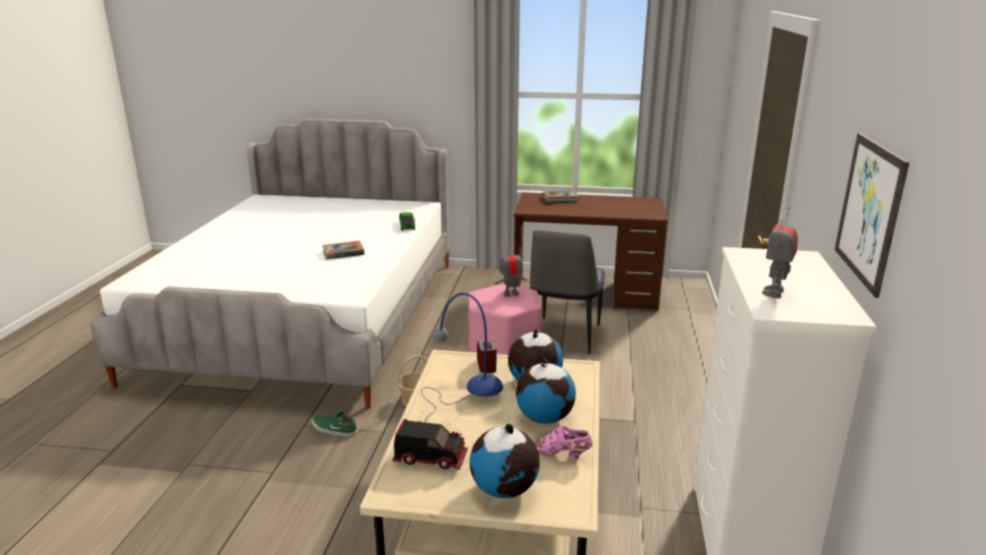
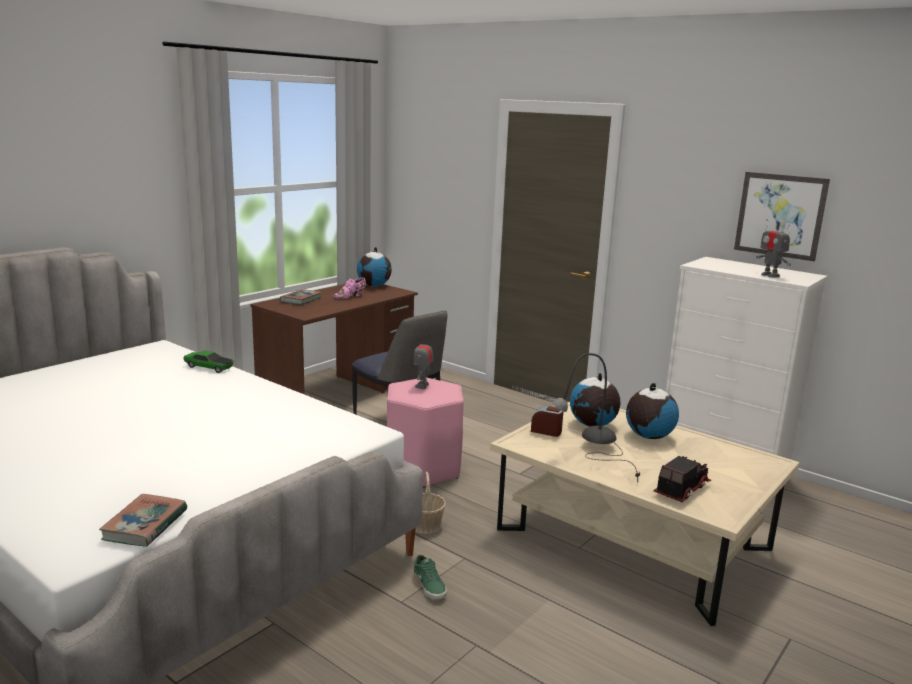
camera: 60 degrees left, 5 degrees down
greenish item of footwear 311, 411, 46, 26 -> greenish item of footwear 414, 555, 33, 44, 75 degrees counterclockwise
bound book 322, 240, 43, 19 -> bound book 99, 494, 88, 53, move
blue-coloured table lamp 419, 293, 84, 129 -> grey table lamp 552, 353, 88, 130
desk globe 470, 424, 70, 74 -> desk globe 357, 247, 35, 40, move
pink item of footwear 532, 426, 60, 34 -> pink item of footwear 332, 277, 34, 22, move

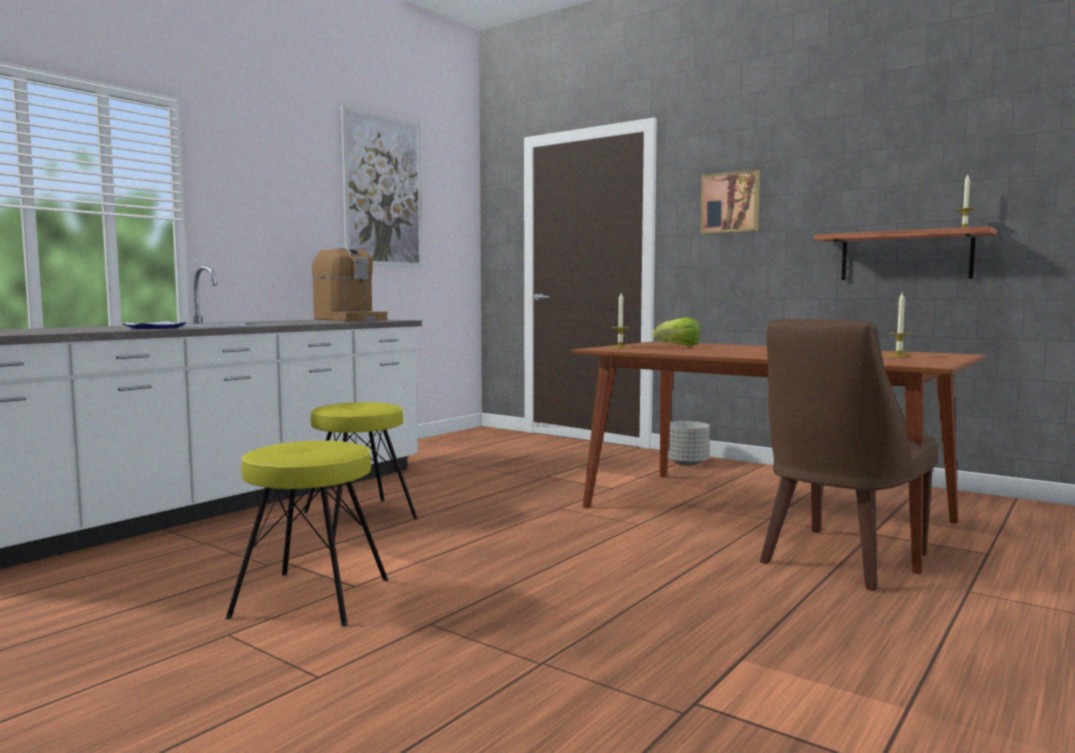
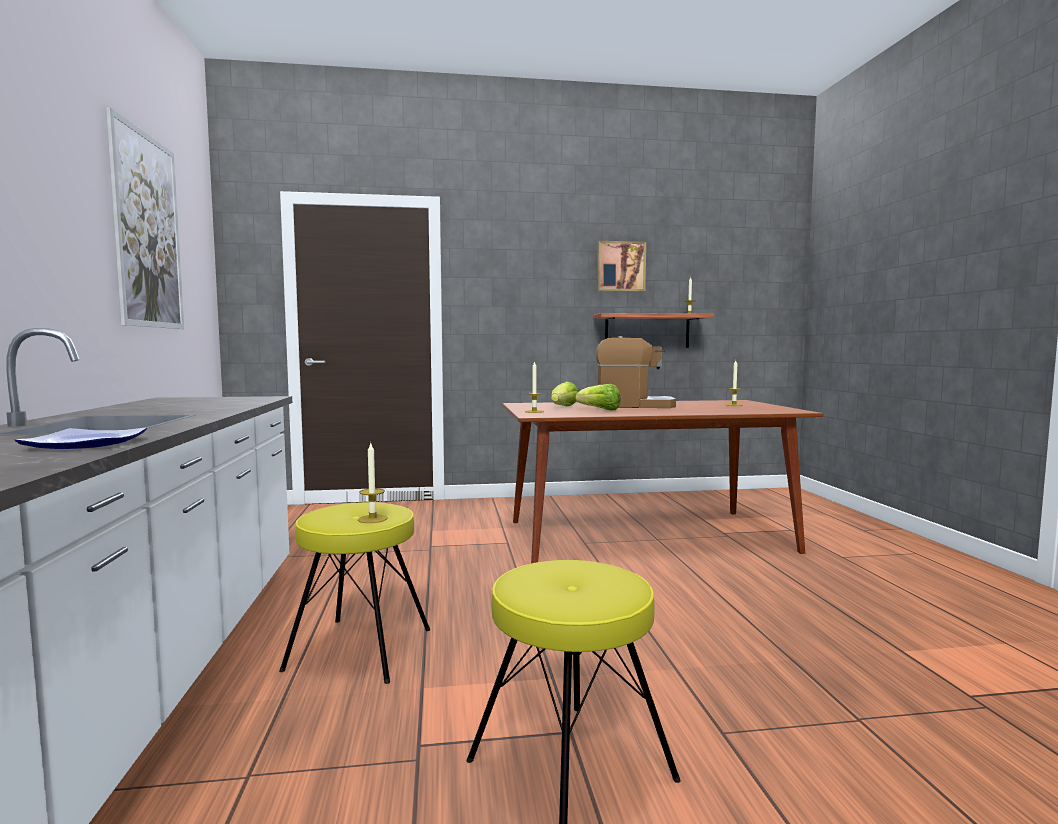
camera: 45 degrees left, 0 degrees up
coffee maker 312, 248, 75, 73 -> coffee maker 596, 336, 80, 72, move
grey plant pot 668, 421, 42, 45 -> none
wall art 700, 169, 60, 65 -> wall art 597, 241, 49, 51, move
brownish chair 760, 319, 177, 272 -> none
none -> wax light 358, 443, 30, 80
none -> lettuce 576, 384, 44, 27

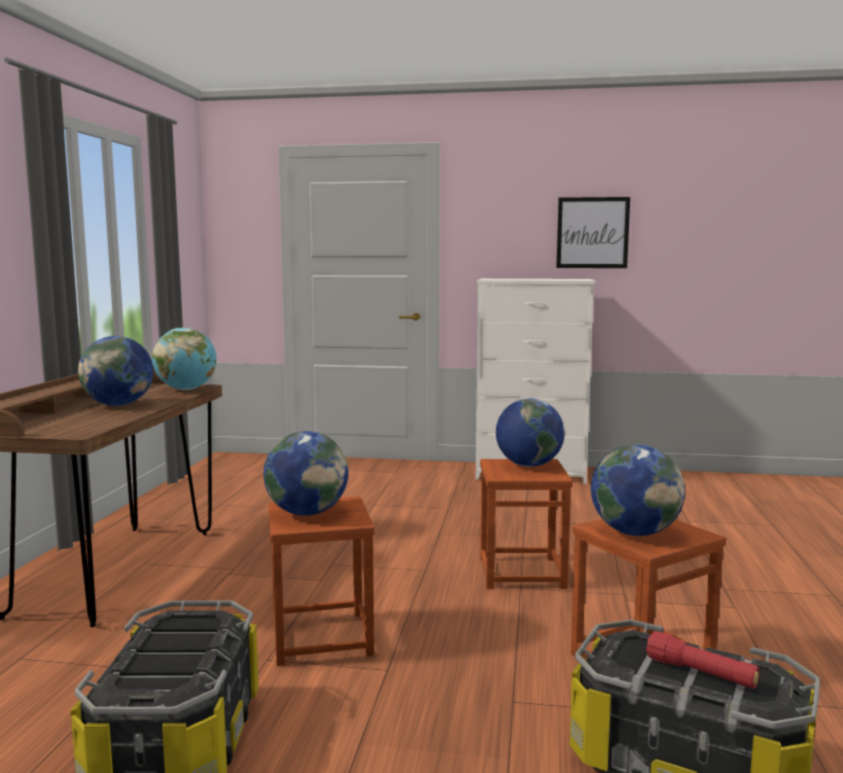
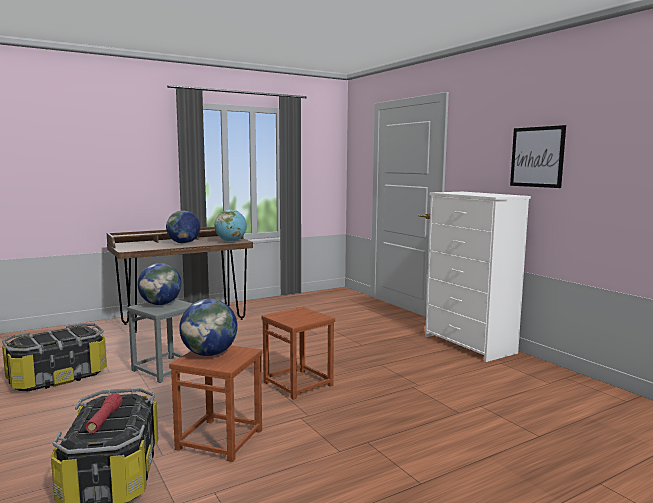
camera: 50 degrees right, 0 degrees up
brownish stool 268, 496, 107, 170 -> grey stool 127, 299, 66, 84
desk globe 496, 398, 69, 69 -> none

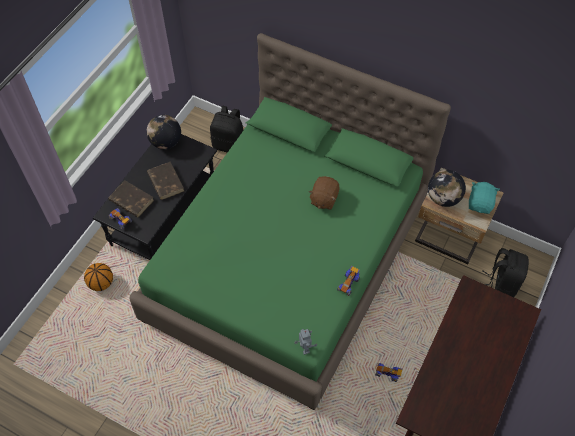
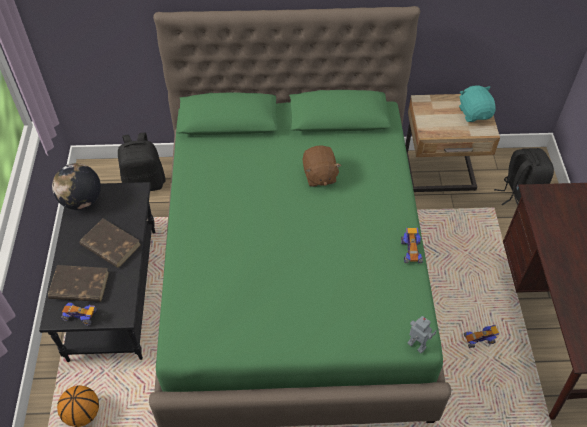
camera: 30 degrees left, 5 degrees down
desk globe 428, 170, 38, 37 -> none

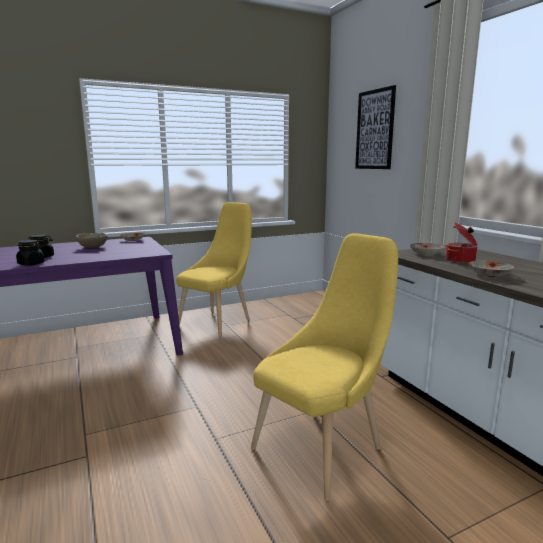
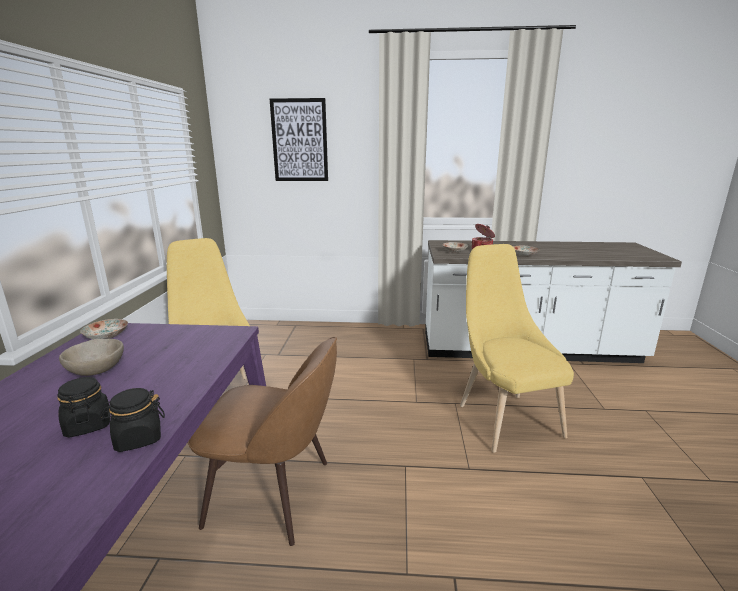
camera: 60 degrees left, 5 degrees up
none -> brownish chair 187, 337, 150, 209

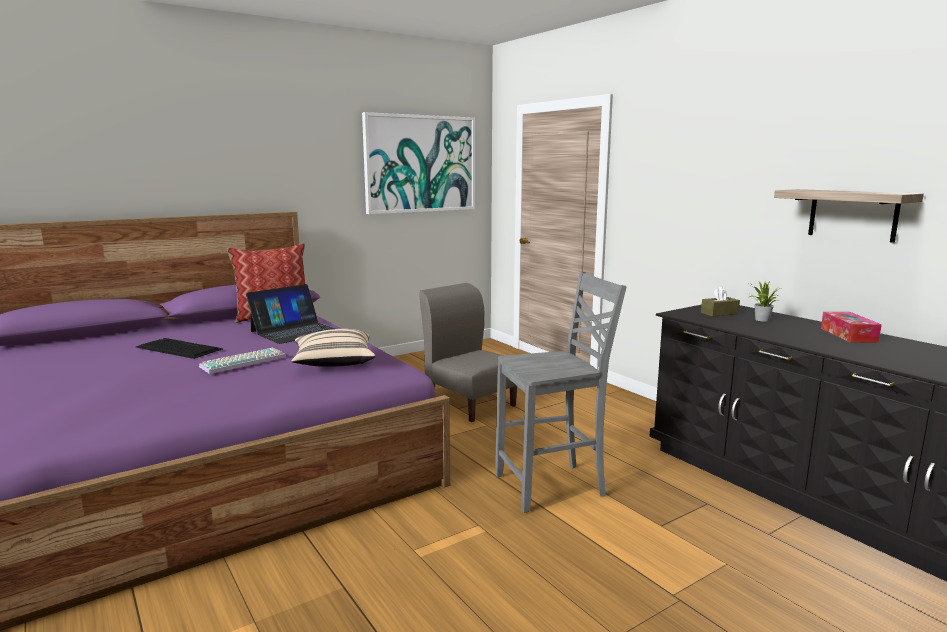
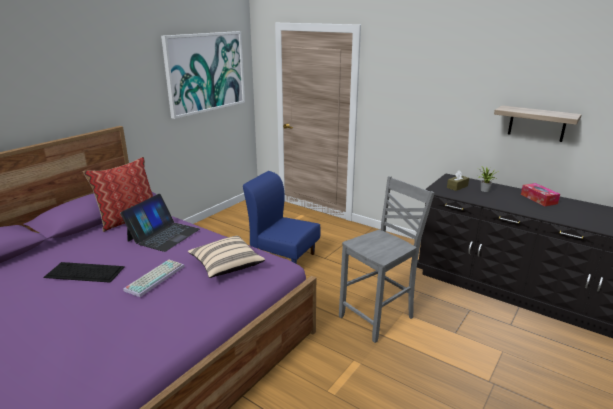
camera: 20 degrees left, 10 degrees up
grey chair 420, 283, 97, 139 -> blue-coloured chair 243, 171, 78, 93

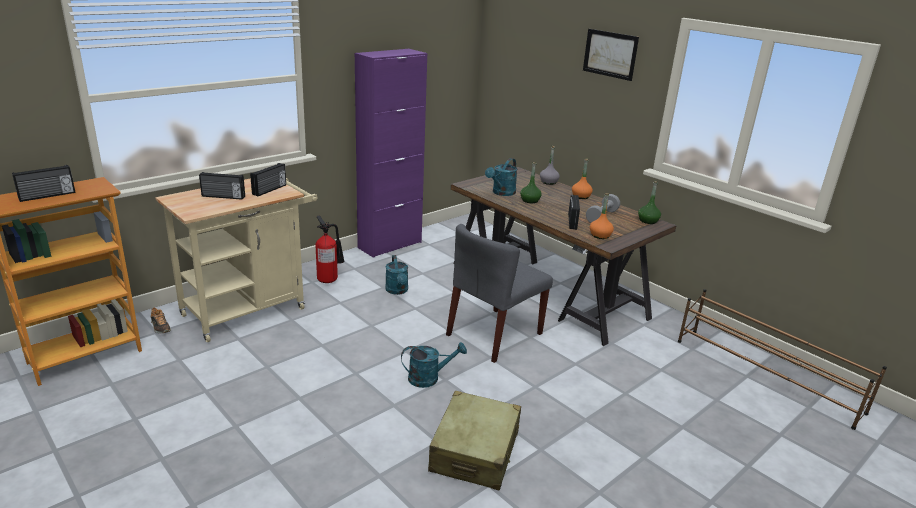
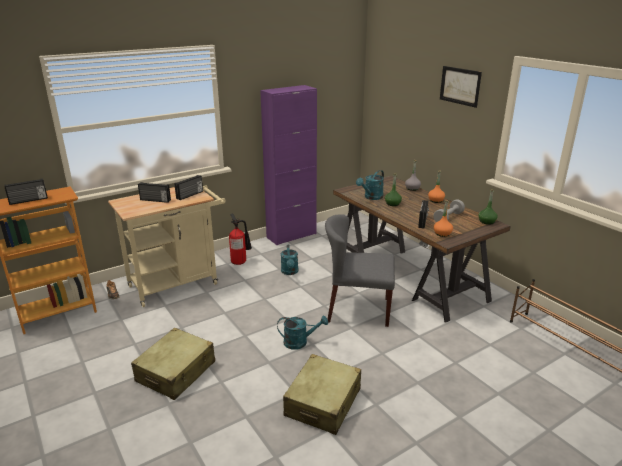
camera: 10 degrees right, 0 degrees up
grey chair 446, 224, 107, 139 -> grey chair 325, 214, 70, 113, 45 degrees clockwise
none -> sand-coloured piece of luggage 131, 328, 84, 72

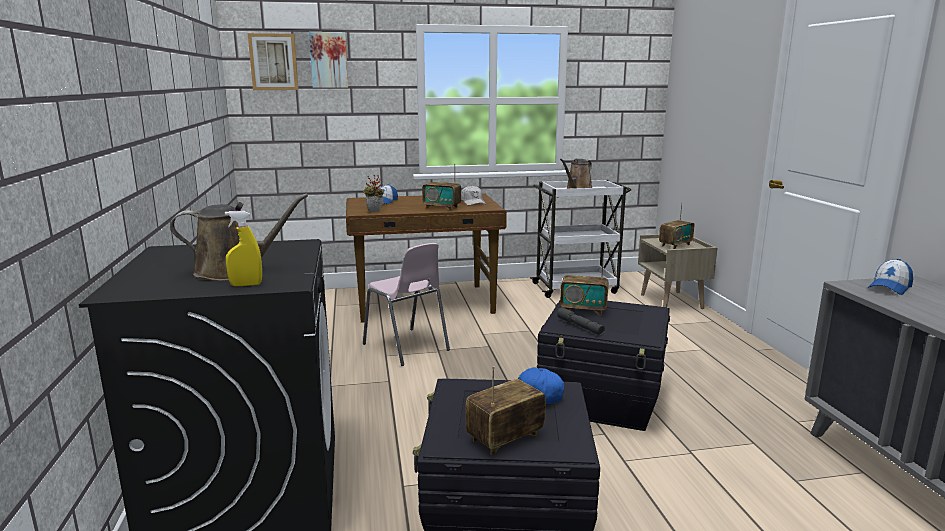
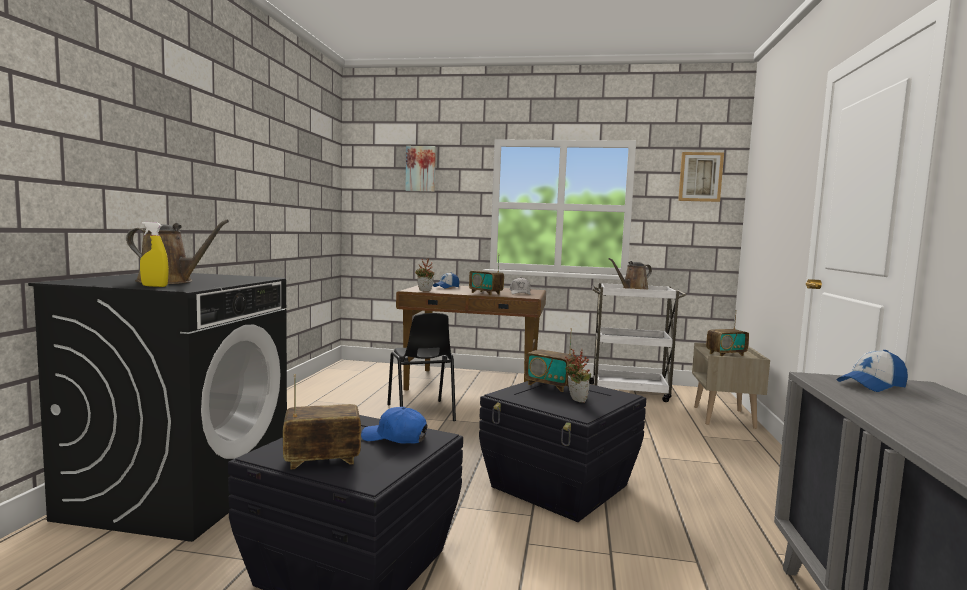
camera: 20 degrees right, 10 degrees down
wall art 248, 33, 51, 57 -> wall art 678, 152, 46, 50, move
pink chair 363, 243, 87, 123 -> blackish chair 387, 313, 69, 108
grey hand torch 557, 307, 48, 28 -> none
none -> potted plant 565, 348, 26, 55

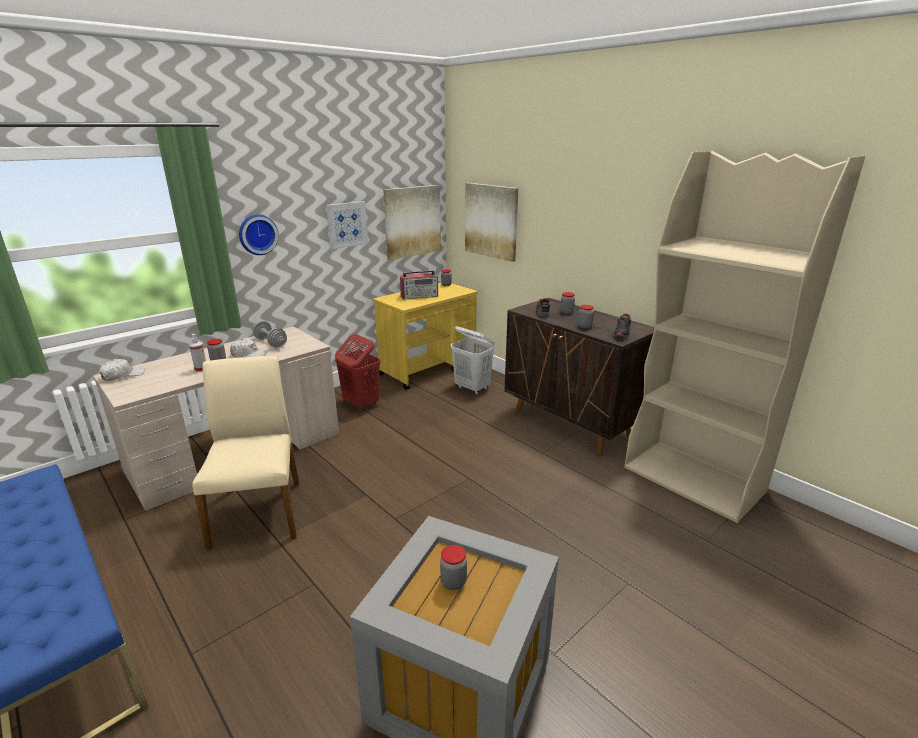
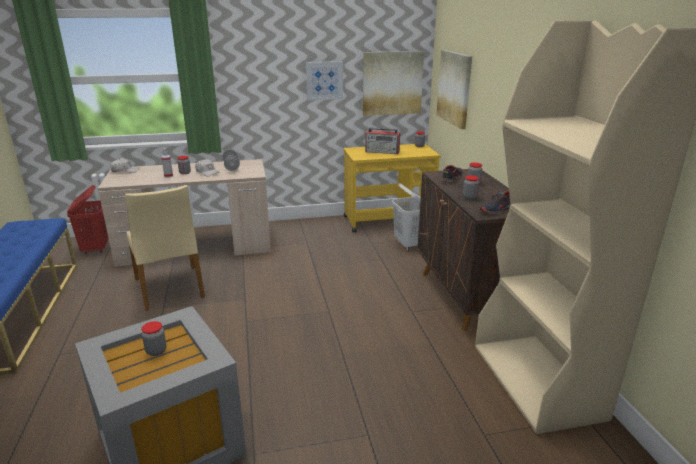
camera: 30 degrees right, 0 degrees up
sand-coloured chair 192, 356, 107, 194 -> sand-coloured chair 125, 185, 80, 126, 135 degrees clockwise
wall clock 239, 214, 39, 41 -> none
red-coloured laundry basket 335, 334, 46, 77 -> red-coloured laundry basket 67, 185, 41, 69, move

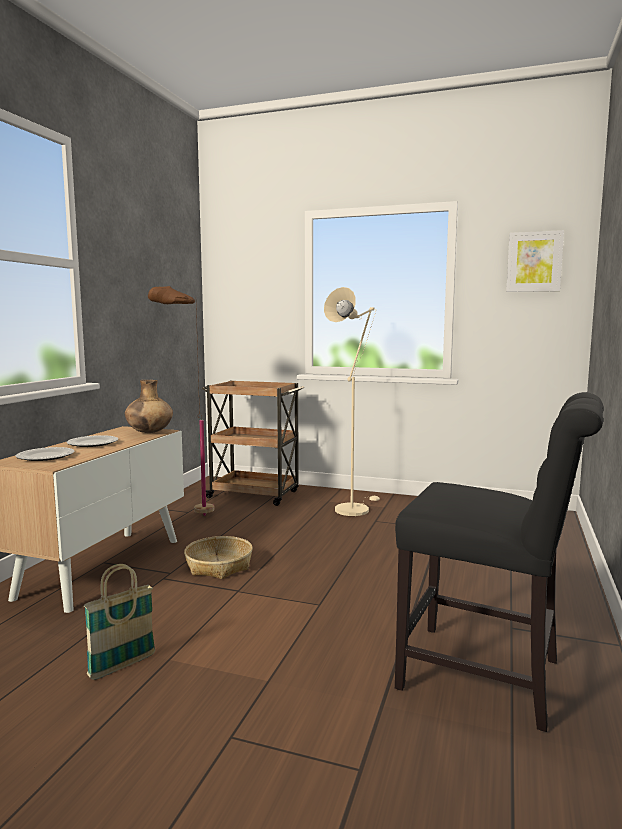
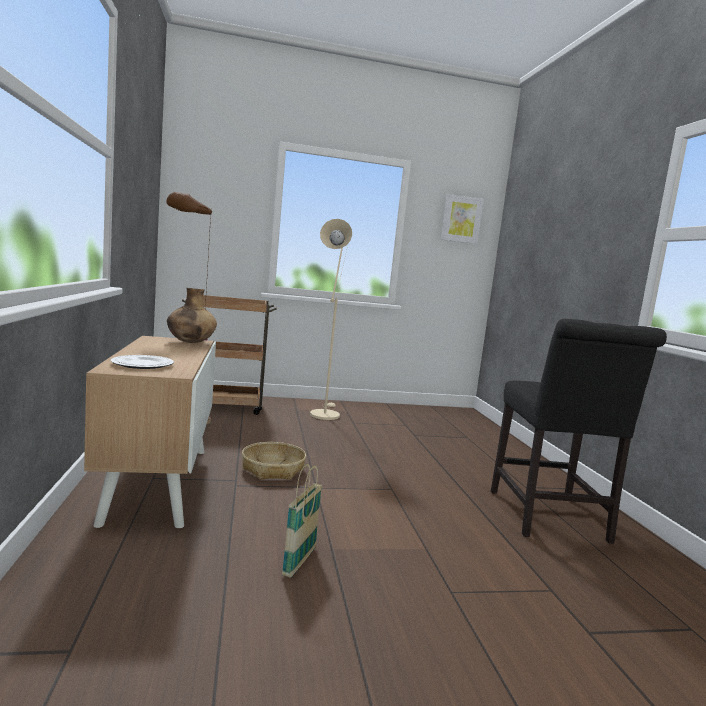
camera: 30 degrees left, 0 degrees up
plate 67, 435, 51, 12 -> none
blackish chair 395, 392, 209, 340 -> blackish chair 491, 319, 176, 225, 90 degrees clockwise

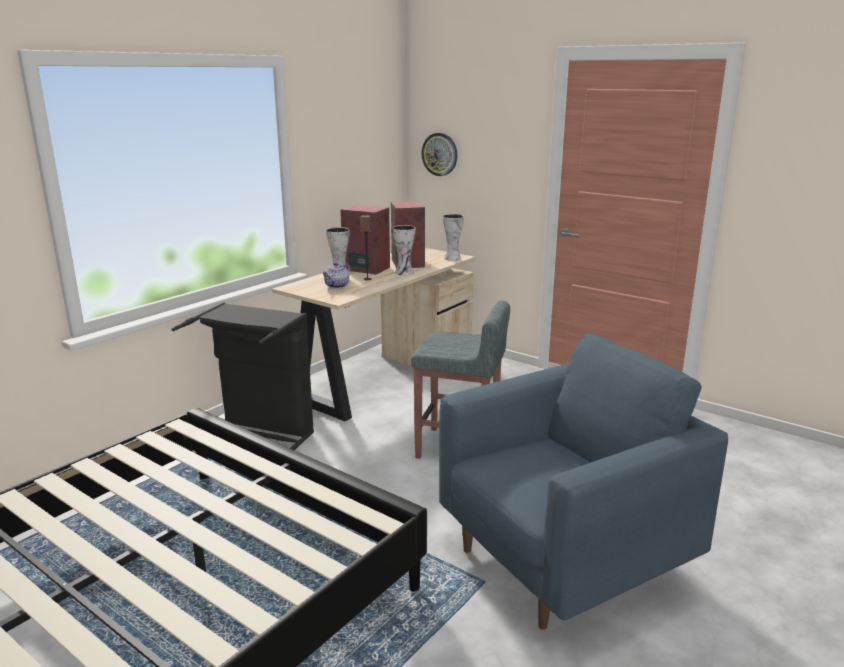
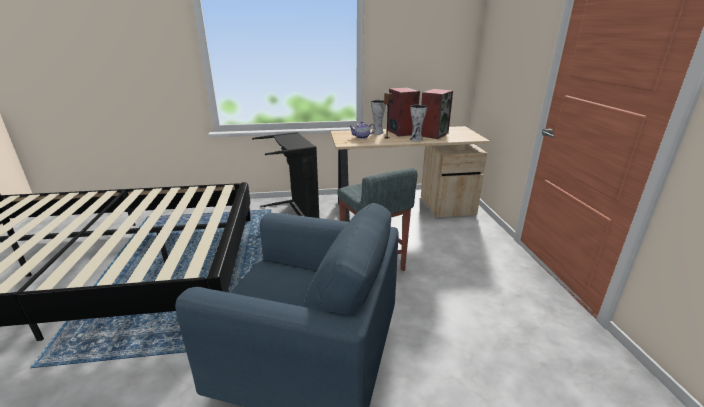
camera: 45 degrees right, 5 degrees up
wall clock 422, 133, 35, 43 -> none
flower vase 443, 214, 21, 47 -> none

